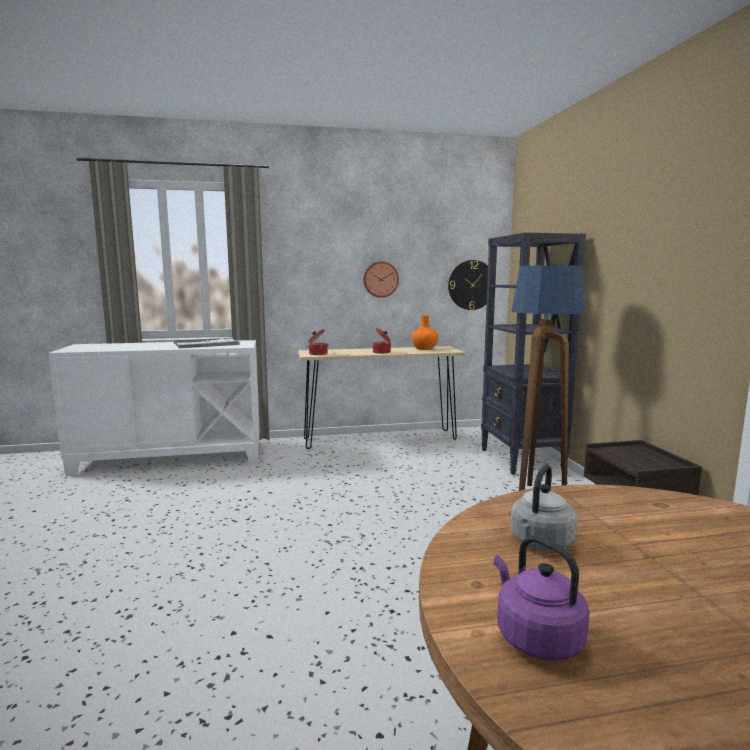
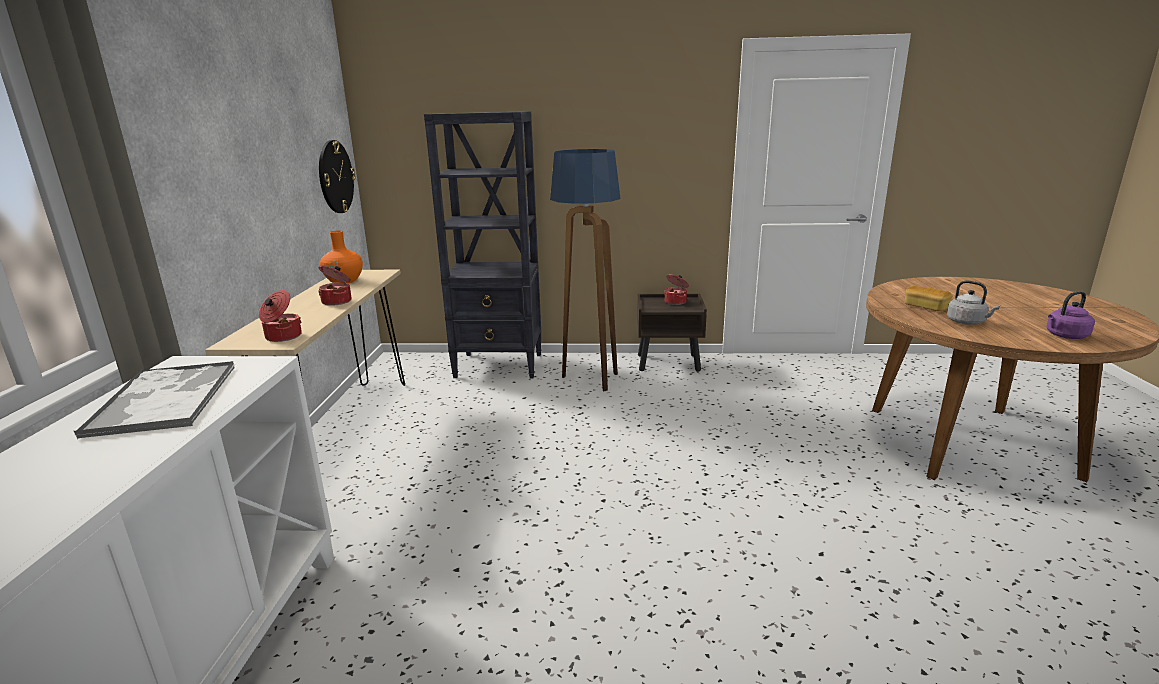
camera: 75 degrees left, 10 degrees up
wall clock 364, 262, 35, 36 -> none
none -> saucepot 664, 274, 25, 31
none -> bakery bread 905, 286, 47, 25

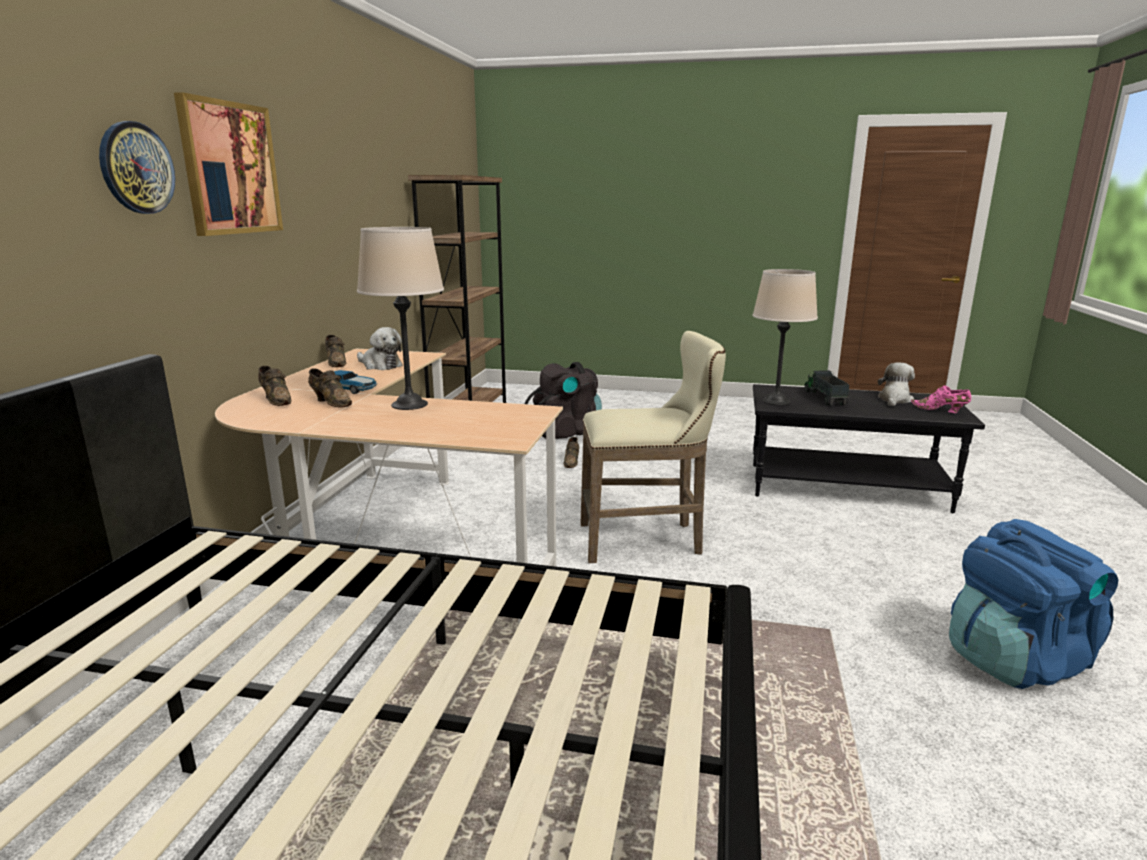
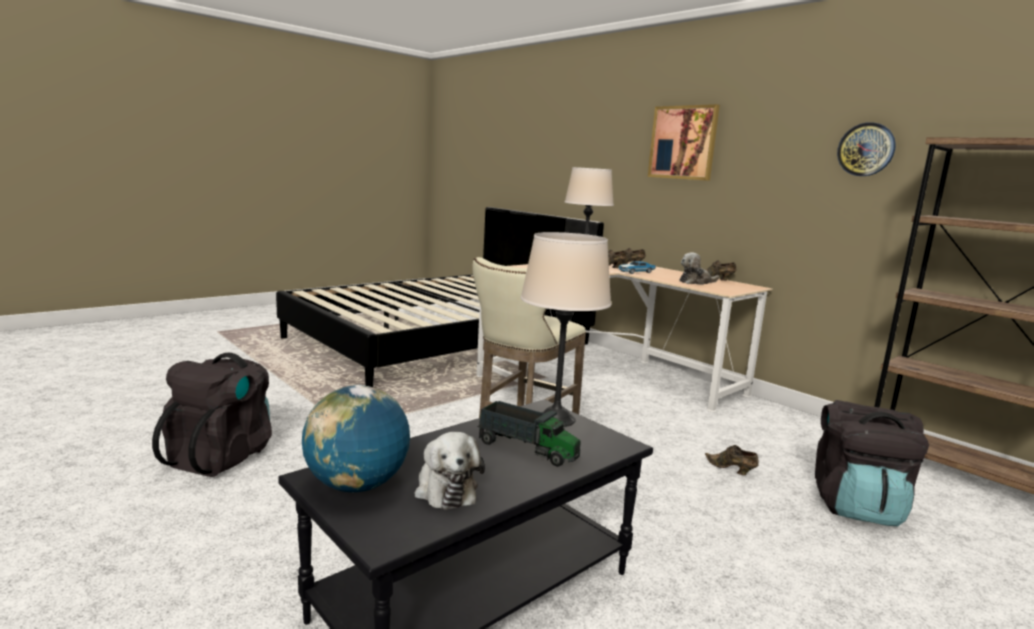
camera: 125 degrees right, 5 degrees down
wall clock 99, 121, 76, 93 -> wall clock 837, 122, 59, 54, move
pink item of footwear 911, 385, 60, 28 -> desk globe 302, 385, 108, 108
blue-coloured rucksack 949, 519, 169, 170 -> blackish rucksack 152, 353, 120, 124

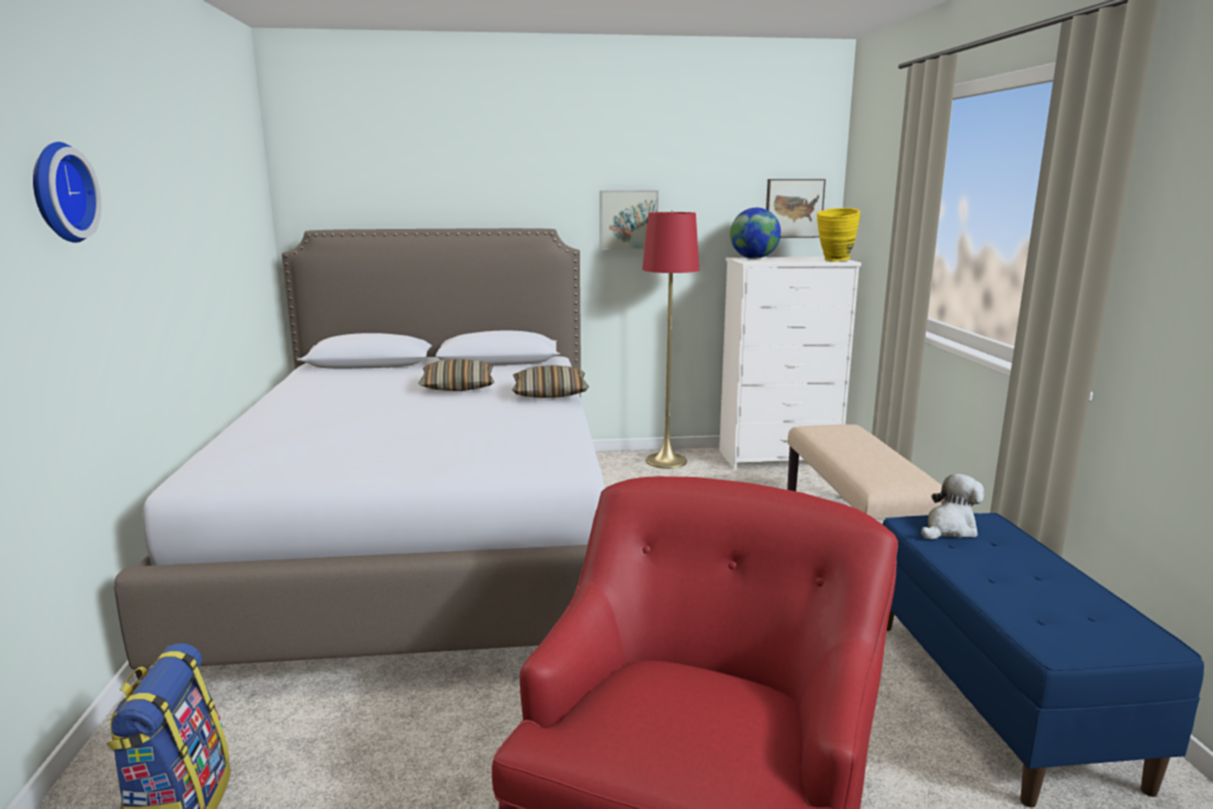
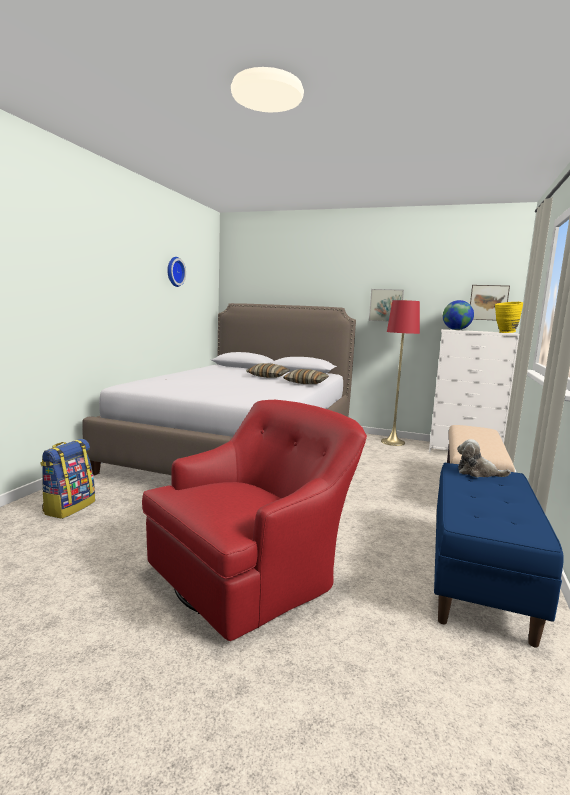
camera: 25 degrees right, 5 degrees down
wall clock 33, 142, 69, 101 -> wall clock 167, 257, 19, 30, move
cuddly toy 921, 474, 63, 66 -> cuddly toy 457, 439, 54, 38, 150 degrees counterclockwise

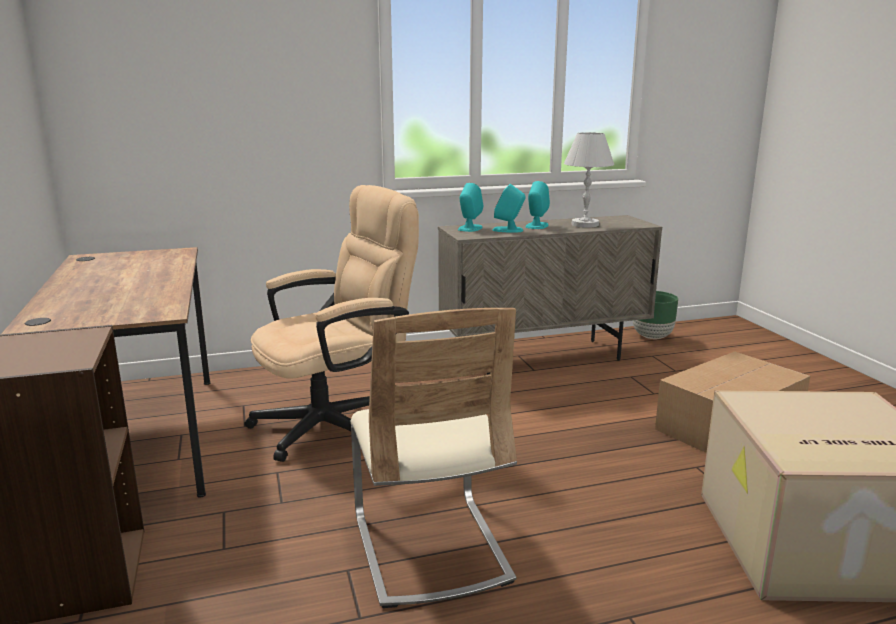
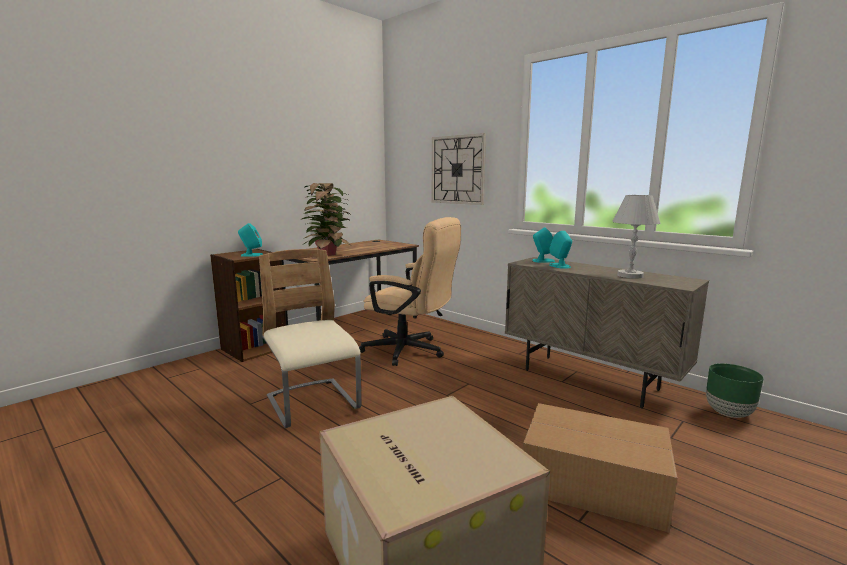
camera: 60 degrees right, 5 degrees down
sand-coloured chair 350, 308, 167, 300 -> sand-coloured chair 259, 249, 102, 179, 105 degrees clockwise
turquoise loudspeaker 526, 181, 24, 48 -> turquoise loudspeaker 238, 223, 25, 34, move
none -> potted plant 300, 183, 52, 73
none -> wall clock 432, 133, 54, 72

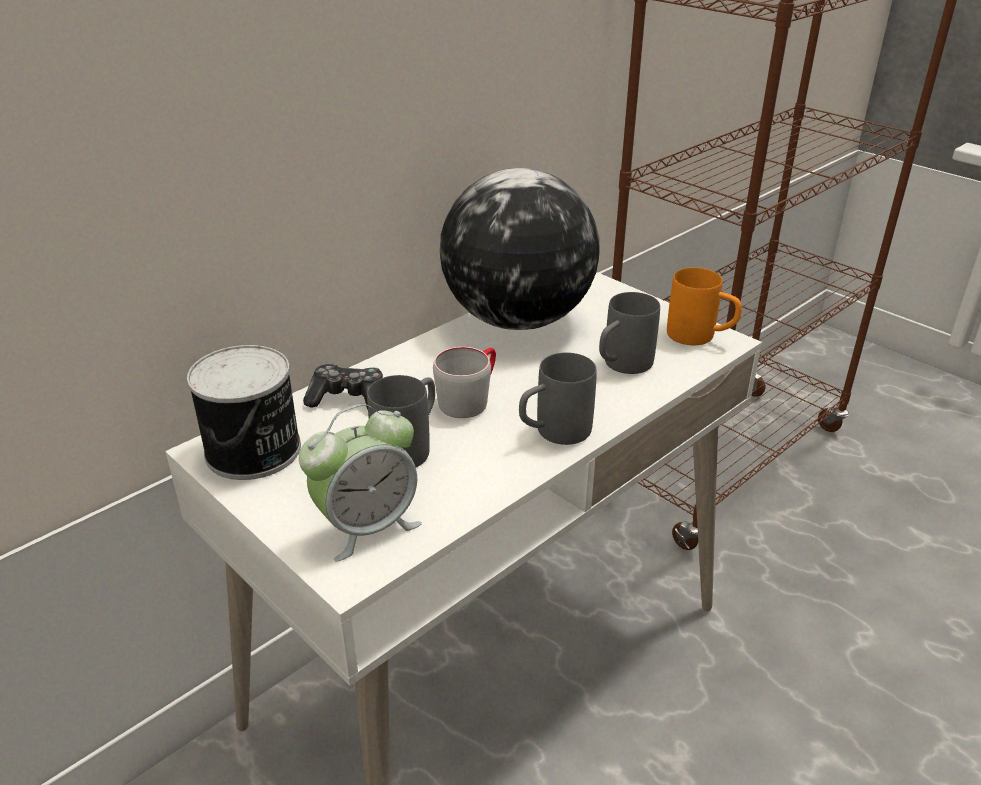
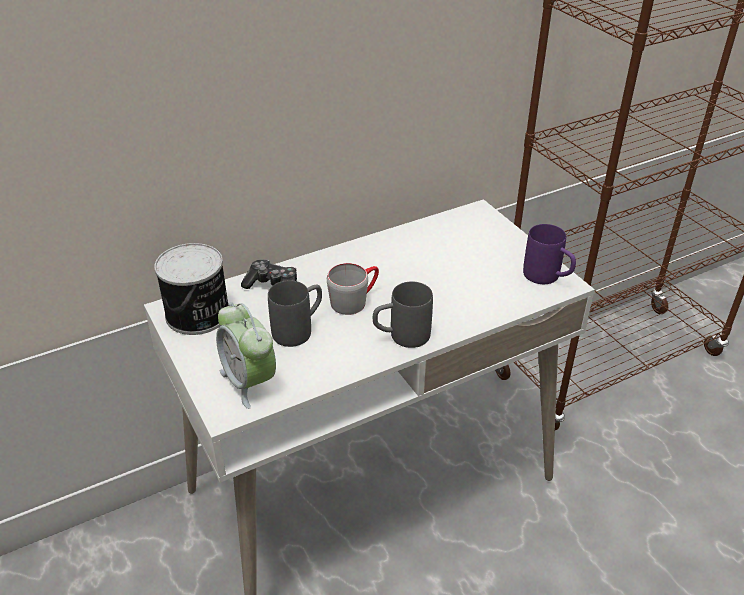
camera: 15 degrees right, 5 degrees up
bedside clock 299, 404, 123, 157 -> bedside clock 216, 302, 60, 107, 75 degrees clockwise
desk globe 440, 168, 160, 162 -> none
grey mug 599, 292, 61, 82 -> none
orangey mug 667, 268, 75, 77 -> purple-coloured mug 523, 224, 53, 60

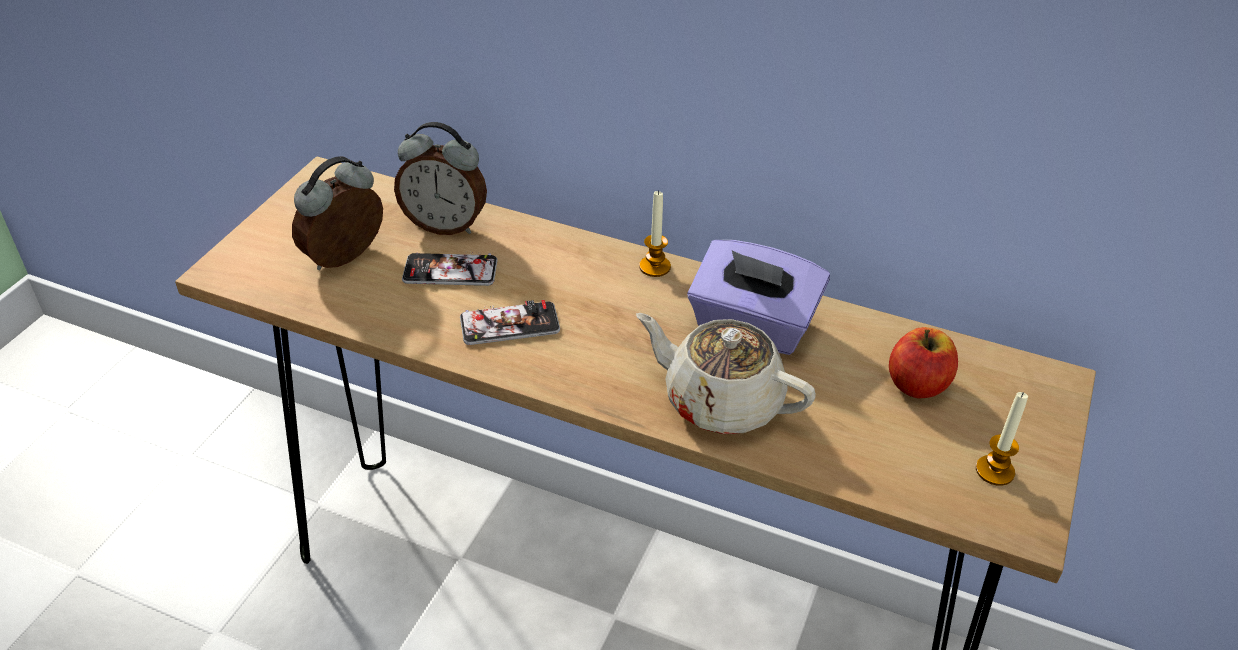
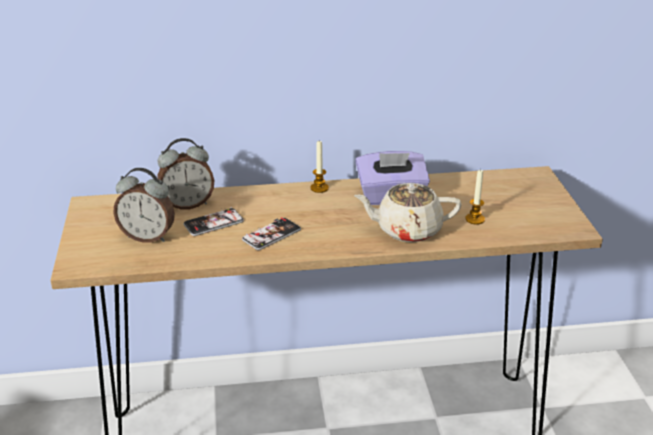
camera: 30 degrees left, 10 degrees down
bedside clock 292, 156, 91, 114 -> bedside clock 113, 168, 62, 75, 90 degrees counterclockwise
whole apple 889, 327, 69, 71 -> none
wax light 976, 392, 52, 94 -> wax light 465, 169, 20, 56, move

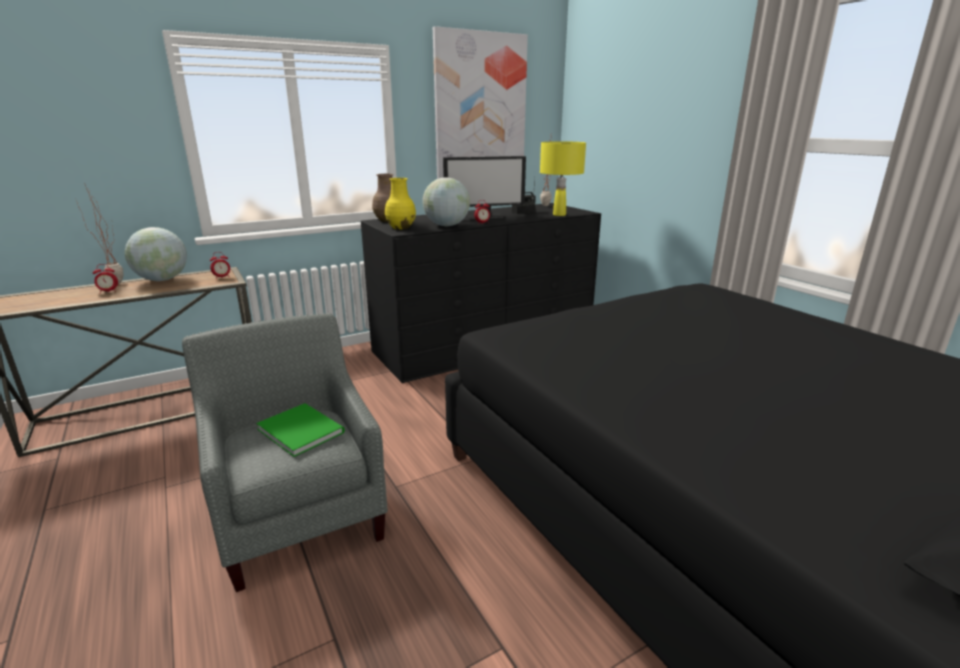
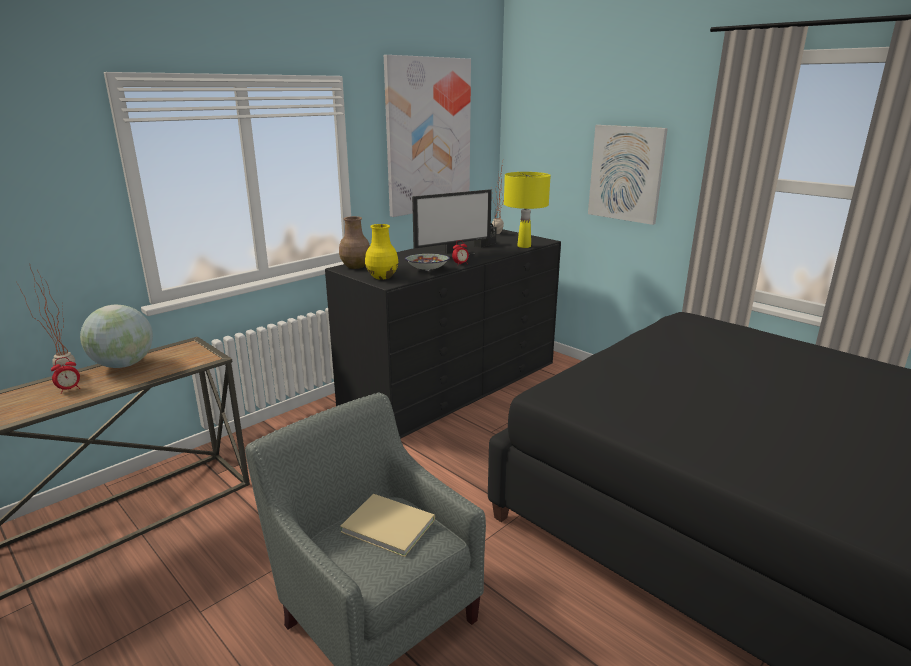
camera: 15 degrees left, 0 degrees up
bedside clock 210, 252, 20, 27 -> none
greenish bound book 256, 403, 89, 54 -> sand-coloured bound book 340, 494, 95, 63
desk globe 422, 177, 48, 49 -> deep dish 405, 254, 45, 17
none -> wall art 588, 125, 80, 100

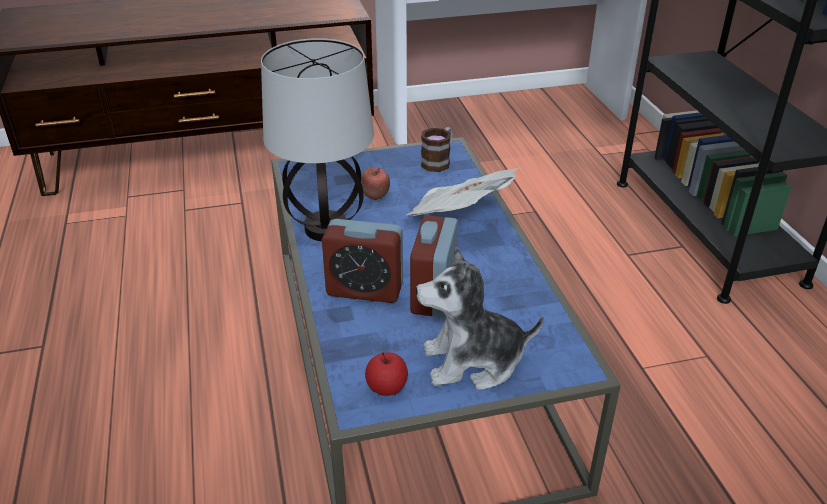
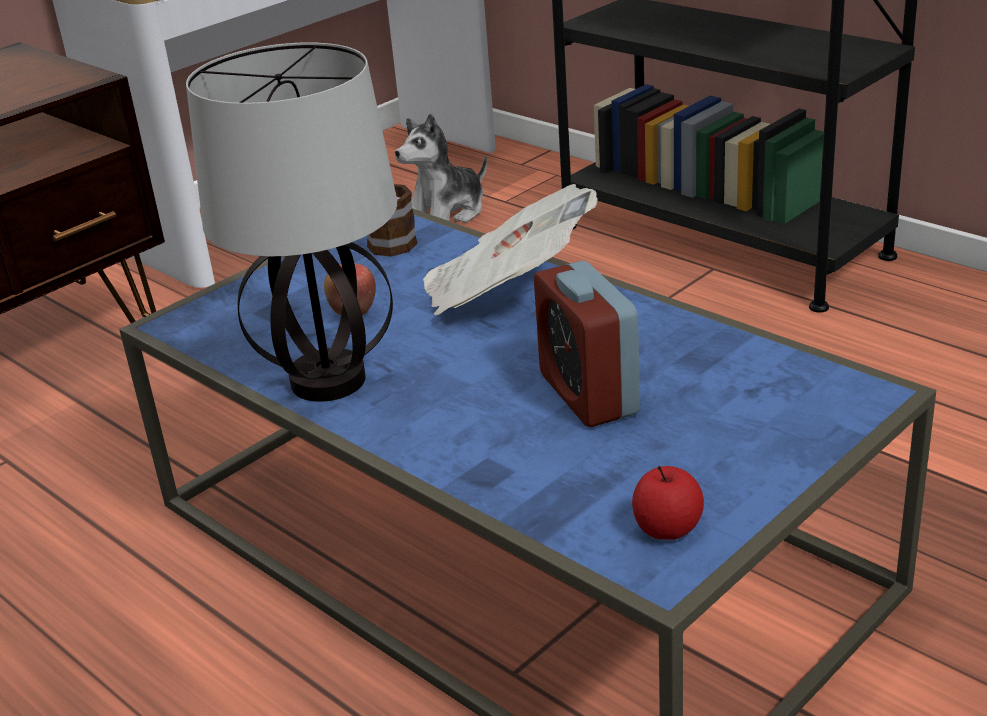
camera: 30 degrees left, 5 degrees down
bedside clock 322, 219, 81, 84 -> none
cuddly toy 416, 247, 128, 143 -> cuddly toy 395, 113, 92, 110, move

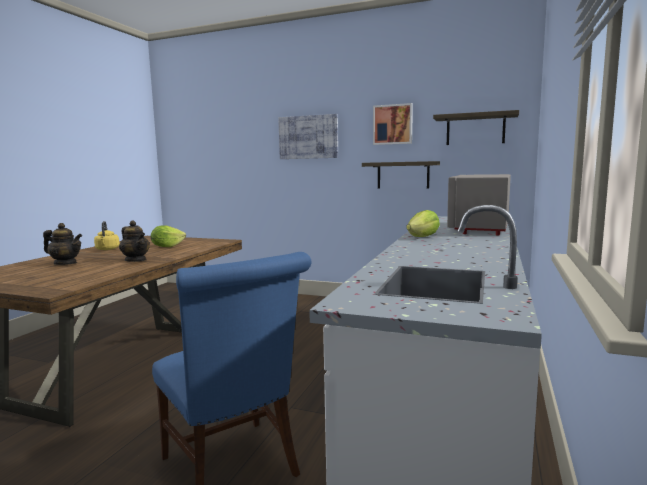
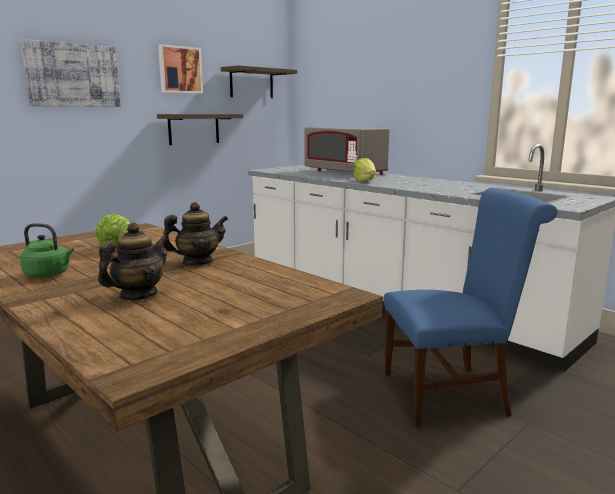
camera: 65 degrees left, 5 degrees up
yellow water kettle 94, 221, 26, 29 -> greenish water kettle 20, 223, 54, 55

